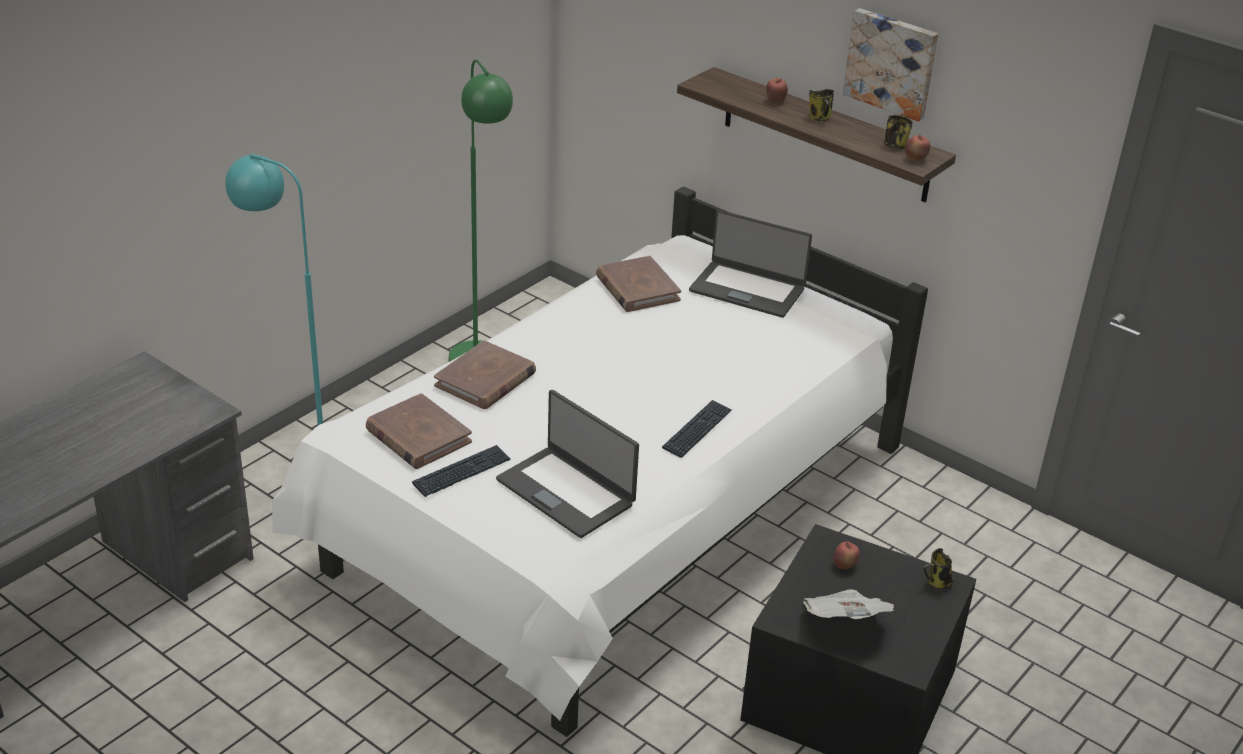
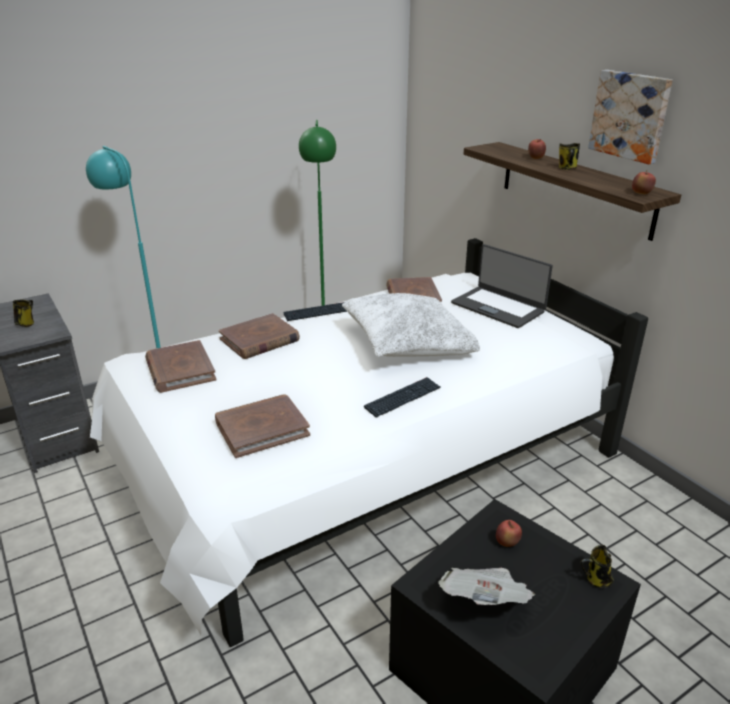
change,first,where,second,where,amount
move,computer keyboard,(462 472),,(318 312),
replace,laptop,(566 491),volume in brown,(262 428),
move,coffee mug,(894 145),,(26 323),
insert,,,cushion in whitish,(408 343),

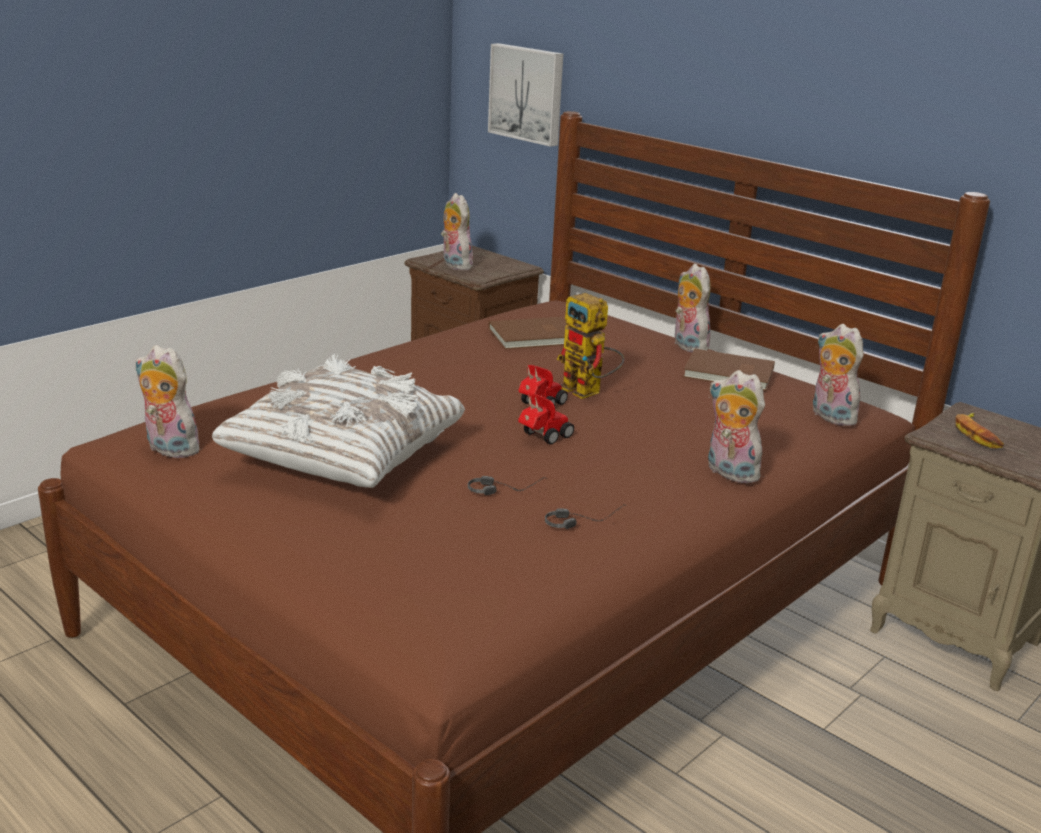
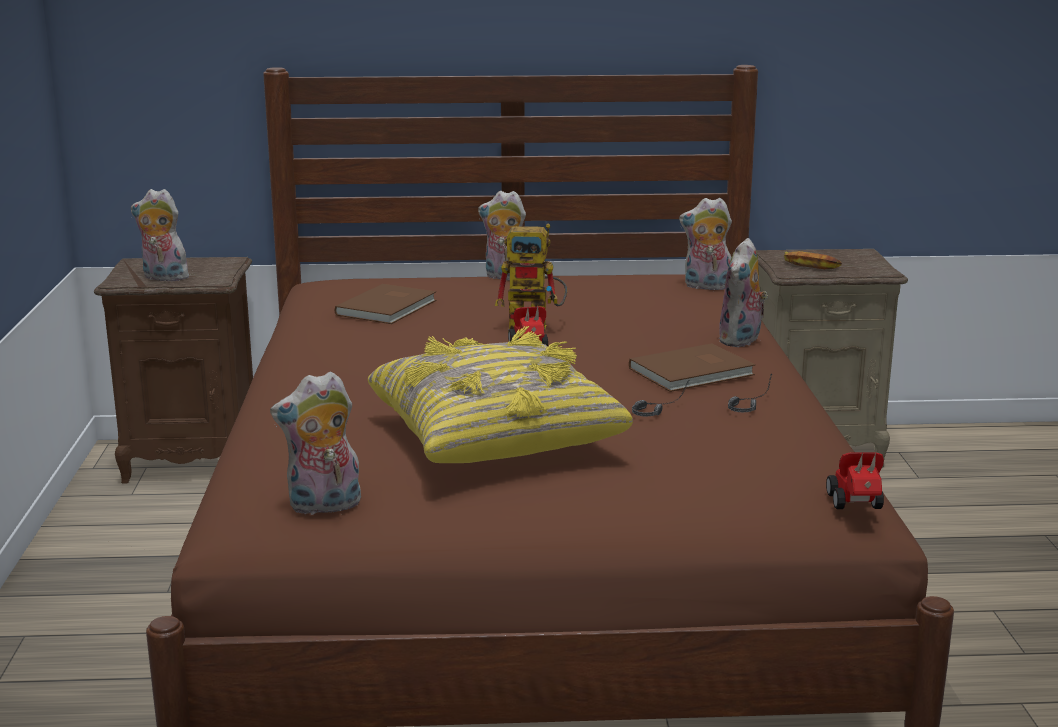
change,first,where,second,where,amount
recolor,cushion in whitish,(344 458),cushion in yellow-coloured,(494 441),
delete,picture,(527 93),,,
move,toy car,(542 437),,(856 506),
move,volume in brown,(729 374),,(694 372),
rotate,soft toy,(728 473),,(741 341),60 degrees counterclockwise

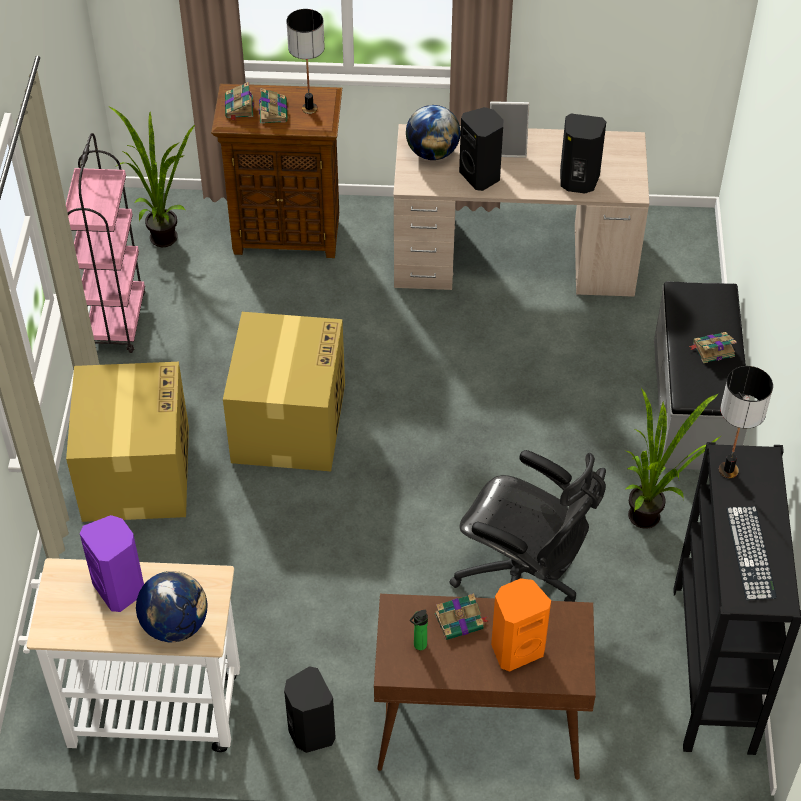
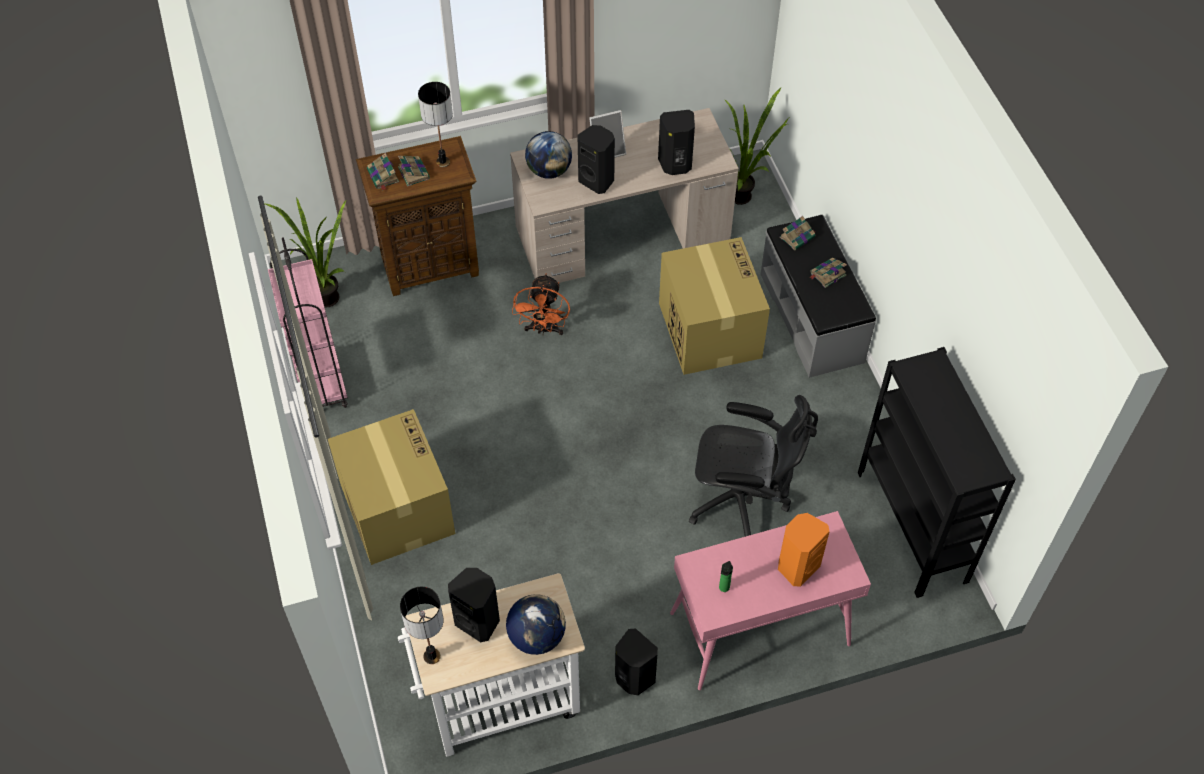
change,first,where,second,where,amount
recolor,audio speaker in purplish,(120 589),audio speaker in black-coloured,(478 621),
move,cardboard box,(288 421),,(709 329),
recolor,hall table in brown,(478 727),hall table in pink,(759 630),
move,volume,(460 621),,(798 237),
move,plant in a pot,(651 518),,(745 196),
move,lamp for a table,(727 470),,(431 656),
delete,computer keyboard,(750 552),,,
insert,,,cooling fan in orange-coloured,(544 329),

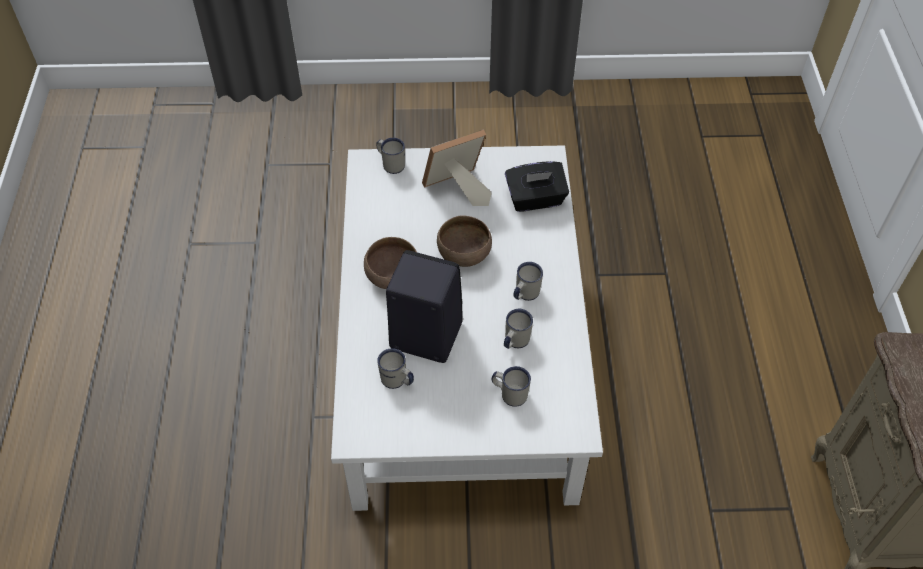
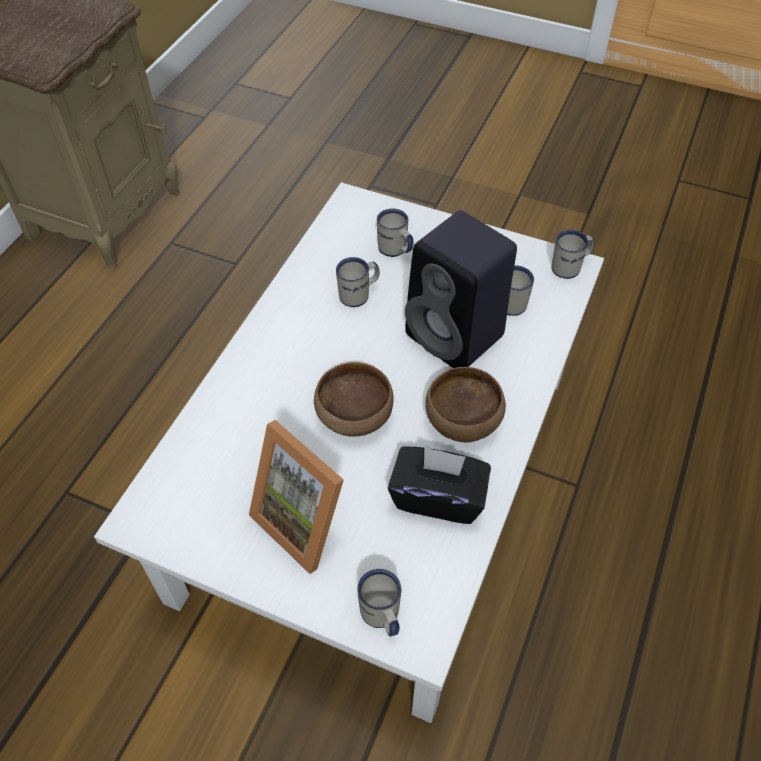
change,first,where,second,where,amount
rotate,photo frame,(456 190),,(307 520),45 degrees clockwise
move,tissue holder in black-coloured,(535 199),,(438 497),
move,coffee mug in whitish,(524 294),,(570 267),

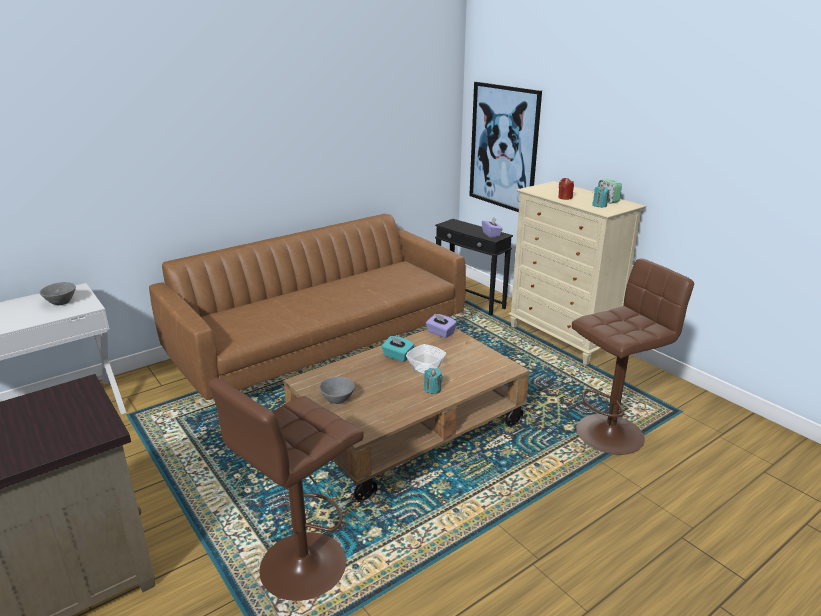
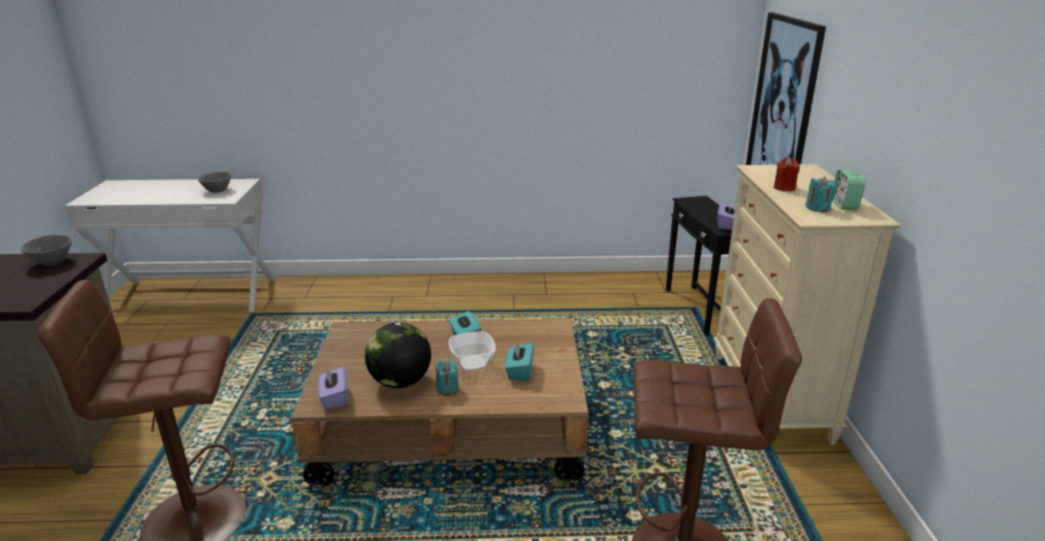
change,first,where,second,where,amount
delete,sofa in brown,(321 346),,,
move,serving bowl in greyish,(337 400),,(51 262),
move,tissue holder in purplish,(440 333),,(334 398),
insert,,,globe,(400 382),
insert,,,tissue holder in turquoise-coloured,(519 371),

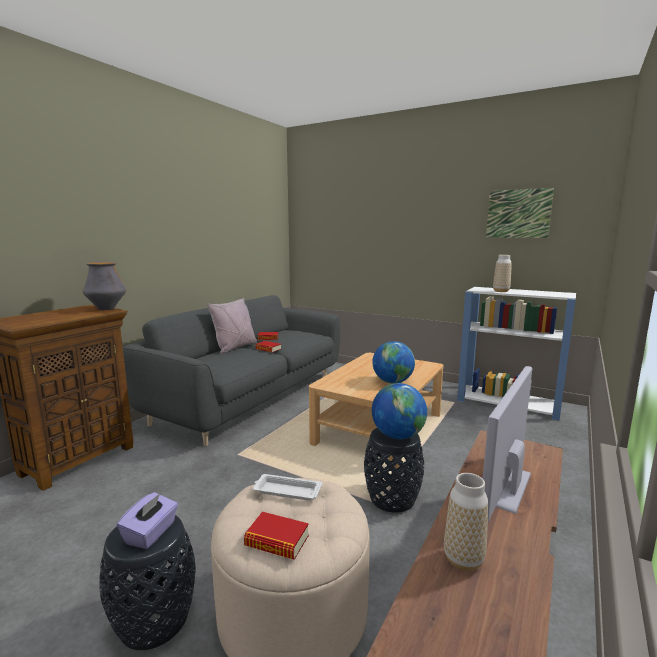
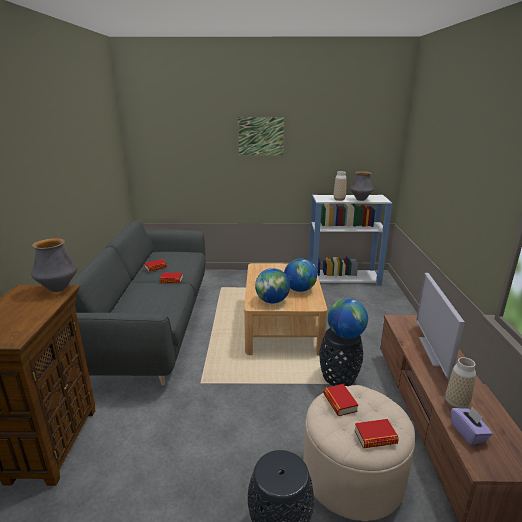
change,first,where,second,where,amount
move,tissue holder in purplish,(151 533),,(468 433),
delete,cushion in purplish,(235 347),,,
replace,serving tray in whitish,(286 491),volume,(340 402),
move,picture,(518 213),,(261 136),
insert,,,globe,(272 301),
insert,,,vase,(360 199),

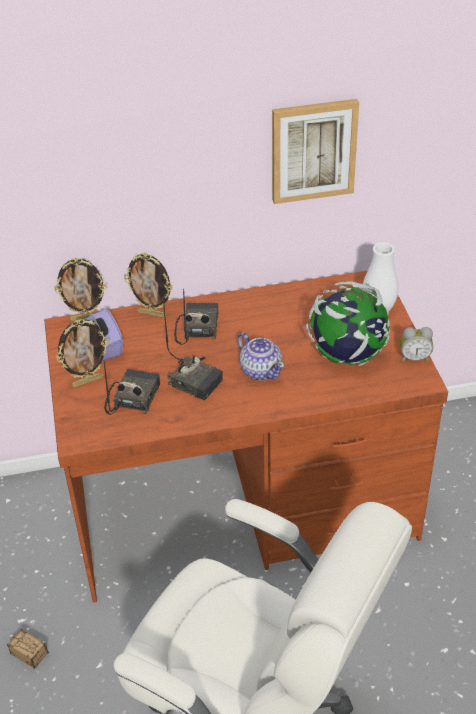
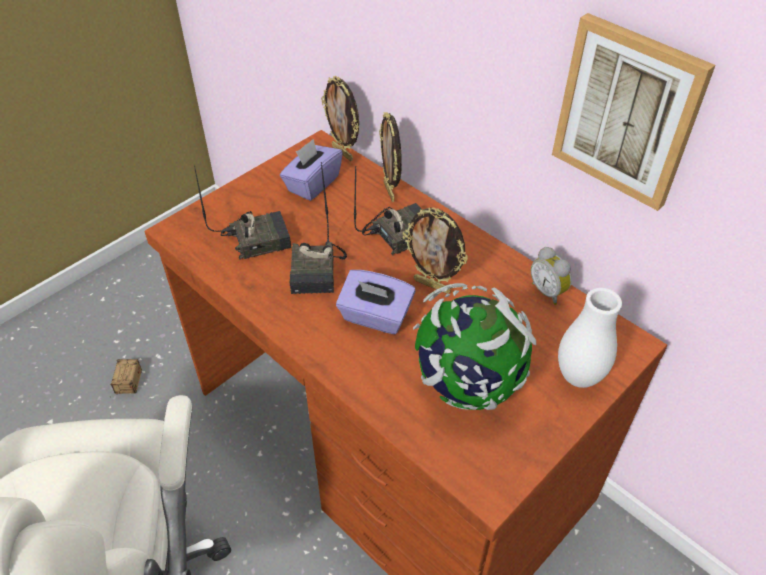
change,first,where,second,where,amount
move,photo frame,(88 381),,(432 285),
replace,teapot,(261 370),tissue holder in purplish,(375 317),
move,table clock,(414 358),,(548 291),

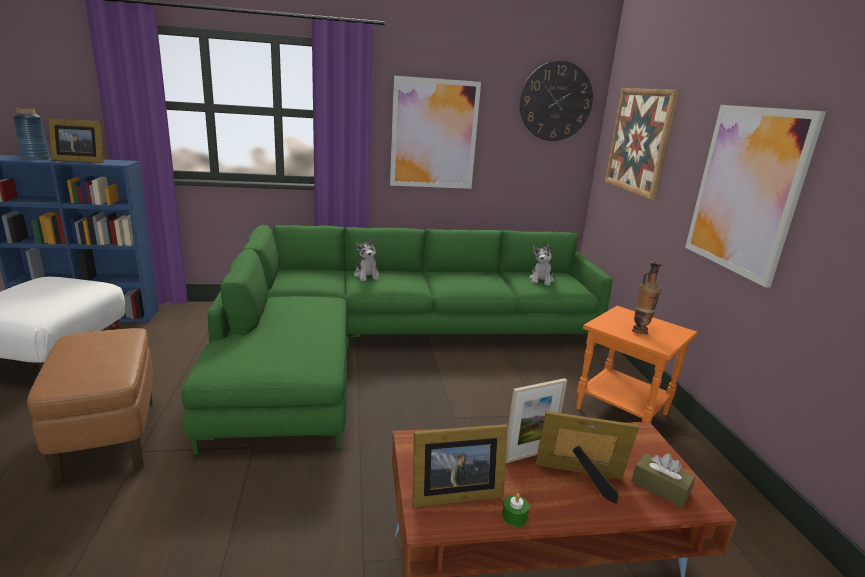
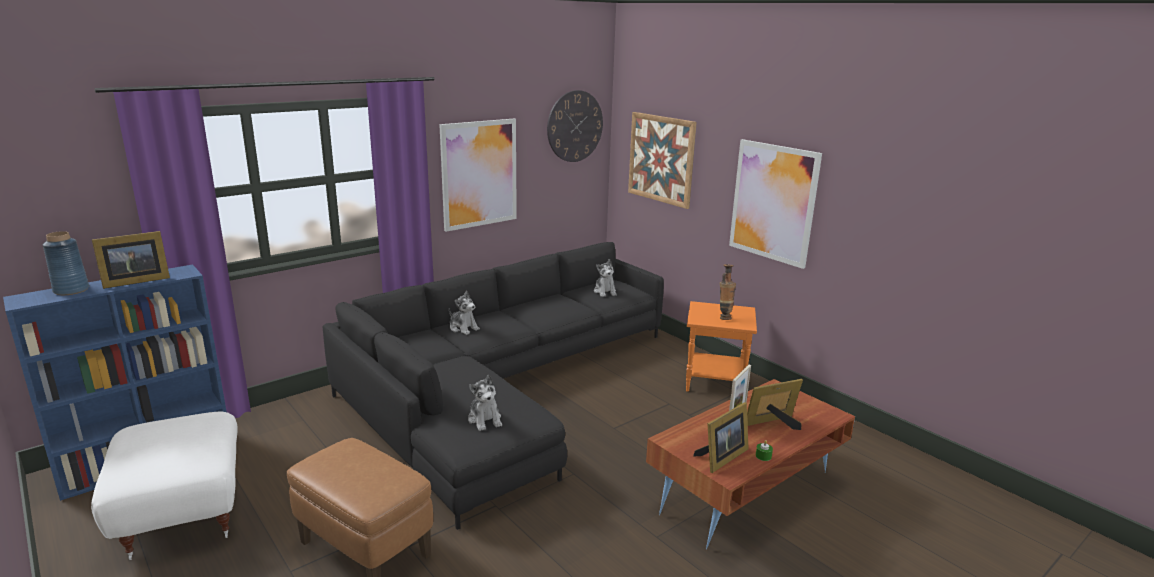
change,first,where,second,where,amount
recolor,sofa in green,(388 345),sofa in black-coloured,(500 388),
delete,tissue holder in brown,(660 488),,,
insert,,,soft toy,(485 419),

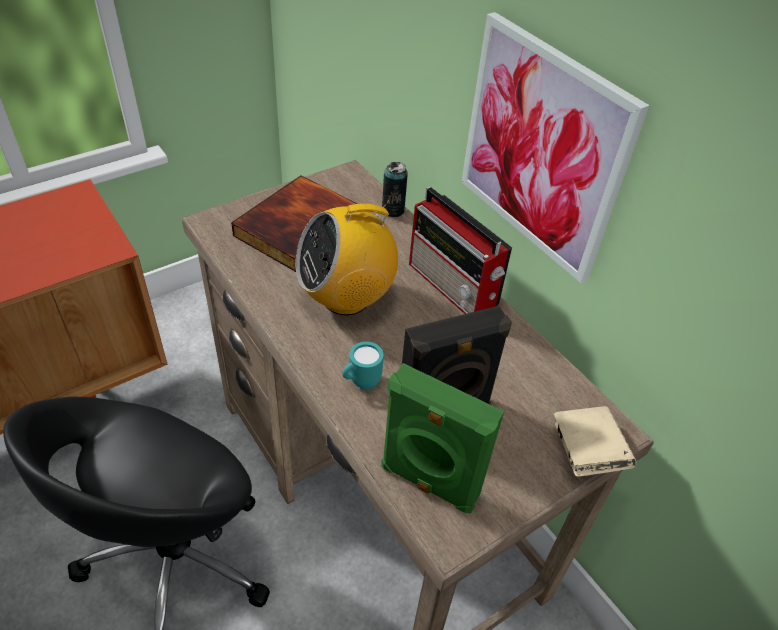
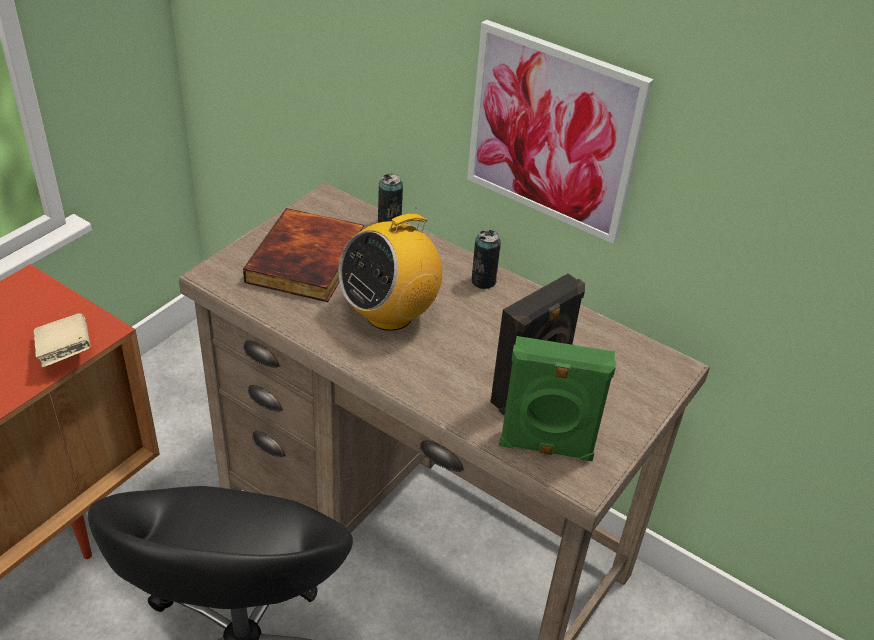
change,first,where,second,where,amount
delete,coffee mug in turquoise-coloured,(361 383),,,
replace,radio set,(454 287),can,(483 281),
move,volume in beige,(586 452),,(65 353),

